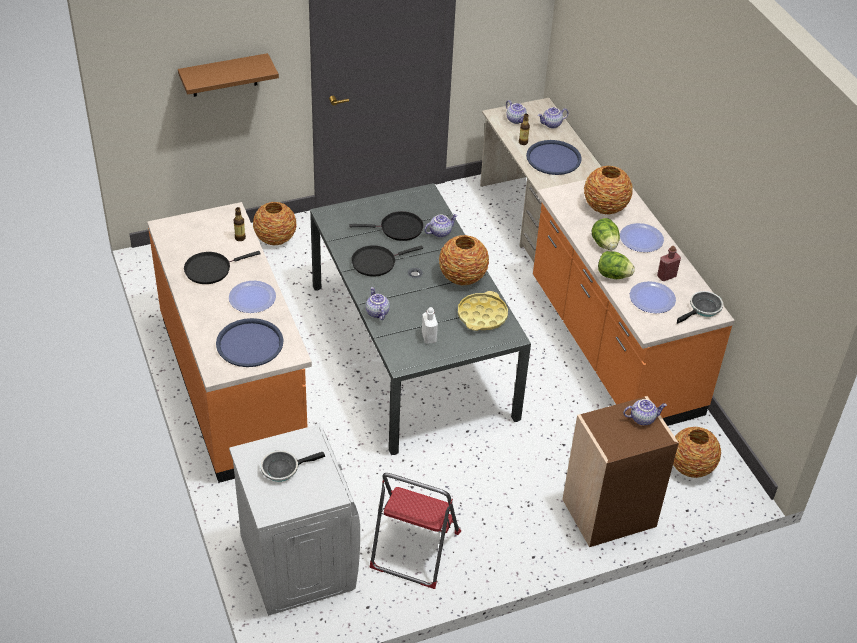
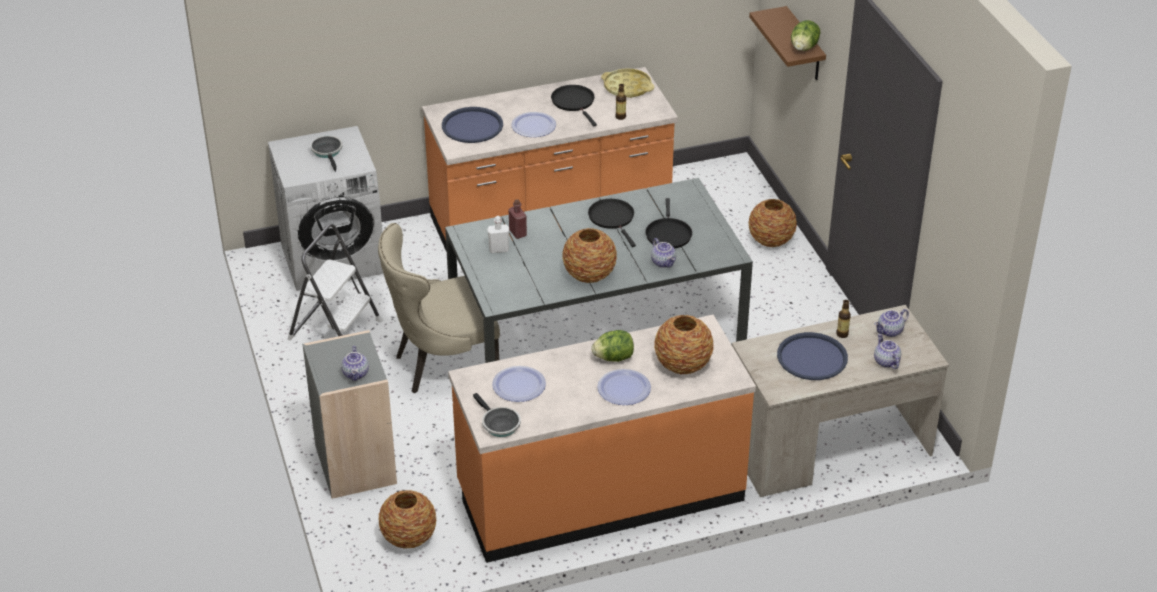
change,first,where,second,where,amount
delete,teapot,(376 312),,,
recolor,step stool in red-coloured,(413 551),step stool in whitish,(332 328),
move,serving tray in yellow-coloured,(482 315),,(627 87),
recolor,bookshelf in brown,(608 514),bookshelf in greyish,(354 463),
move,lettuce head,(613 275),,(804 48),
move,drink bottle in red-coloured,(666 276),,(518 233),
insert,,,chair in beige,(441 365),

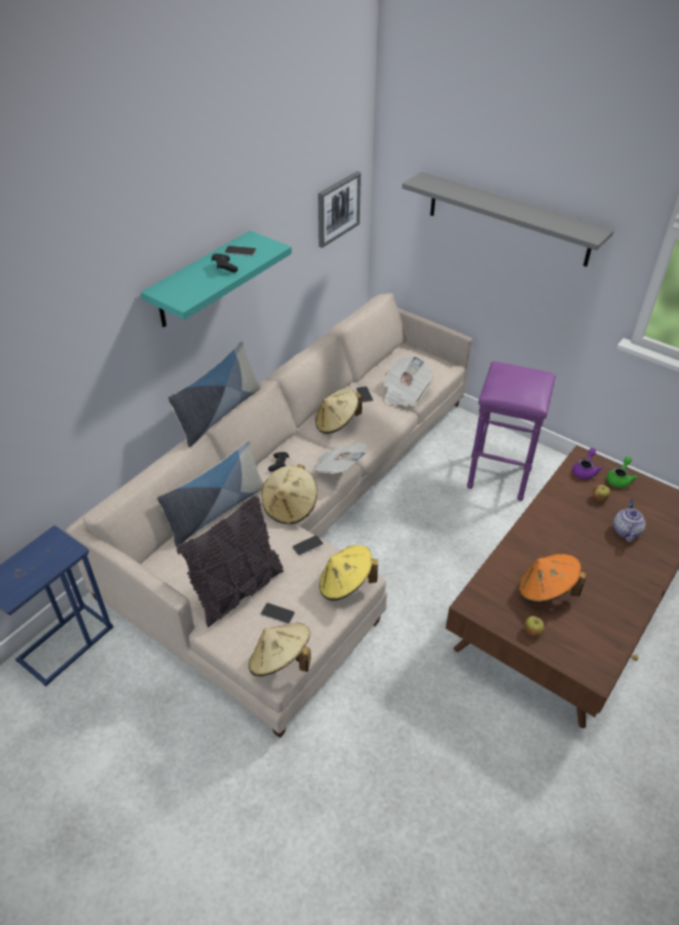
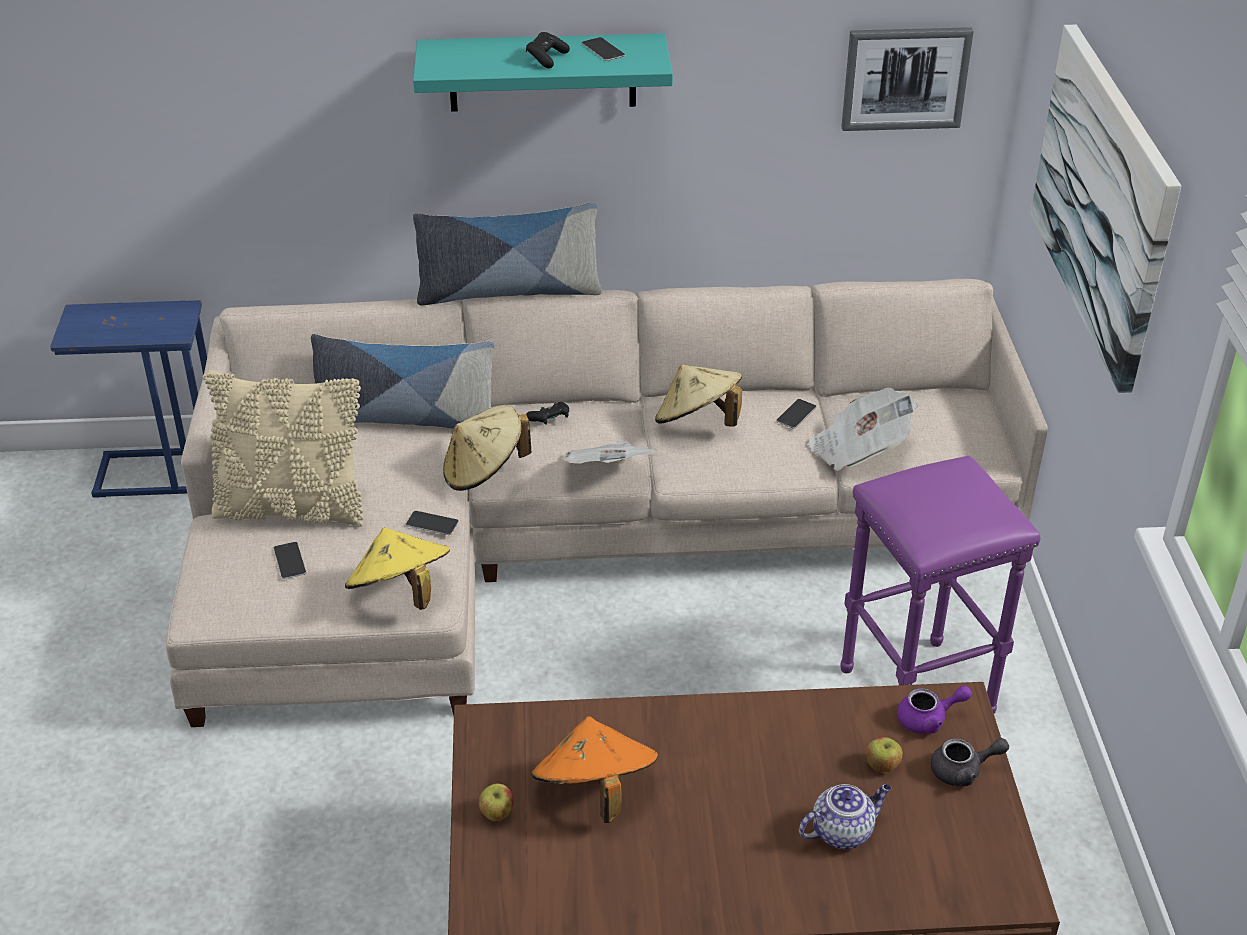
change,first,where,second,where,amount
recolor,cushion in black-coloured,(237 590),cushion in beige,(293 508),
delete,hat in beige,(280 661),,,
replace,bracket shelf in greyish,(508 219),picture,(1103 201),
recolor,teapot in green,(619 479),teapot in greyish,(963 771),

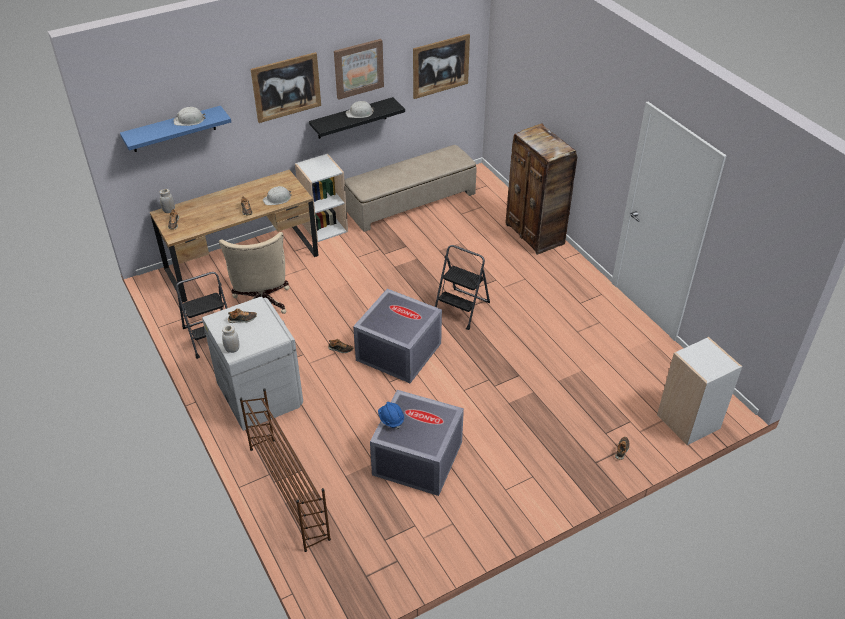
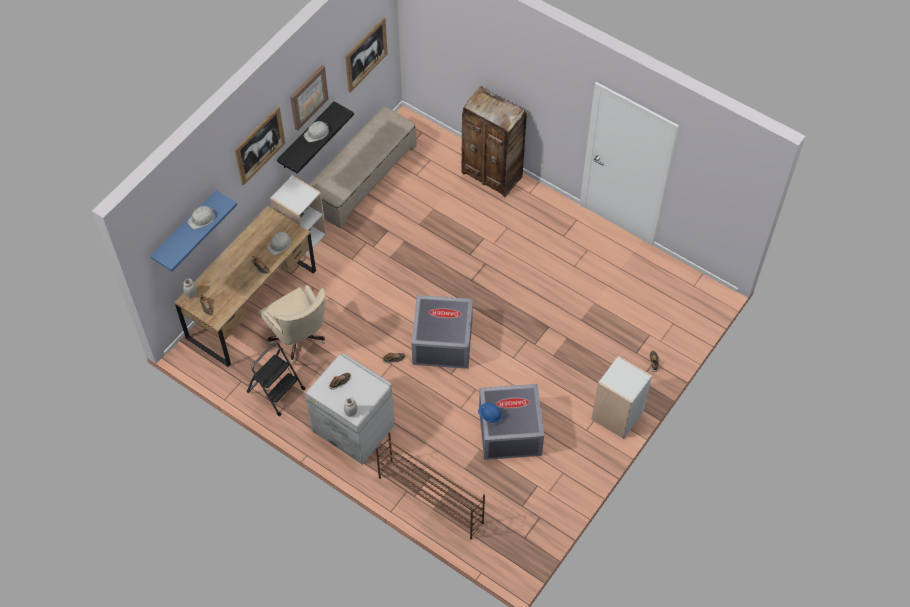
change,first,where,second,where,amount
delete,step stool in black-coloured,(462 307),,,
move,bookshelf,(688 421),,(617 416),

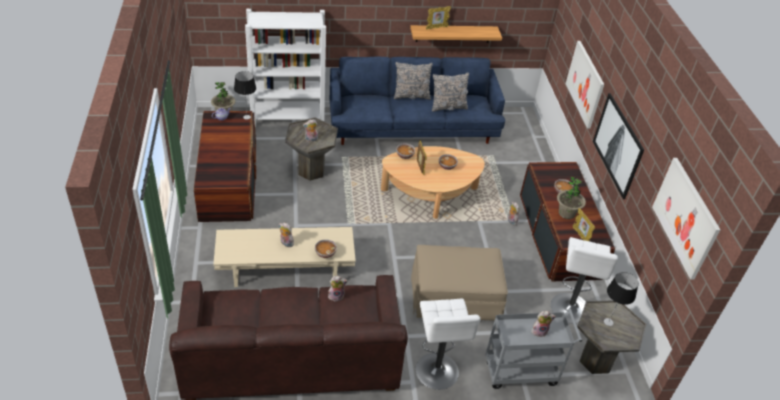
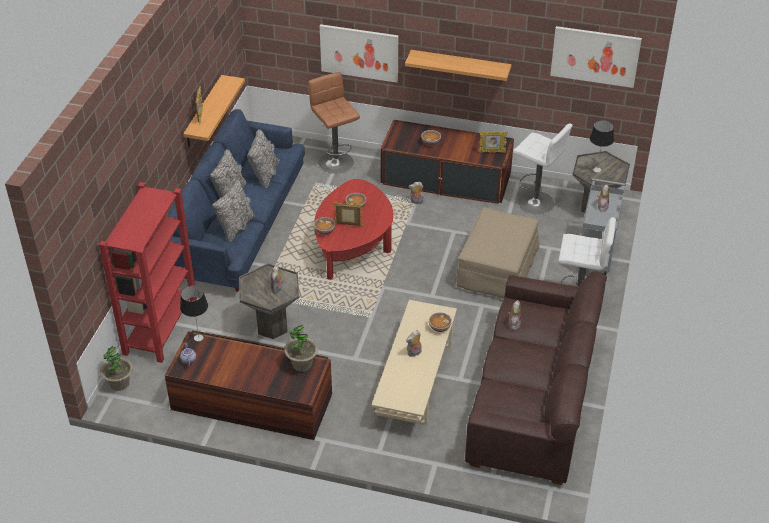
change,first,where,second,where,amount
recolor,bookshelf in whitish,(288 117),bookshelf in red-coloured,(160 326),
recolor,low table in beige,(430 194),low table in red-coloured,(353 245),
move,plant in a pot,(566 213),,(302 364),
replace,picture,(618 145),bracket shelf,(460 65),
insert,,,cushion in greyish,(236 228),
insert,,,sitting stool in brown,(336 162),

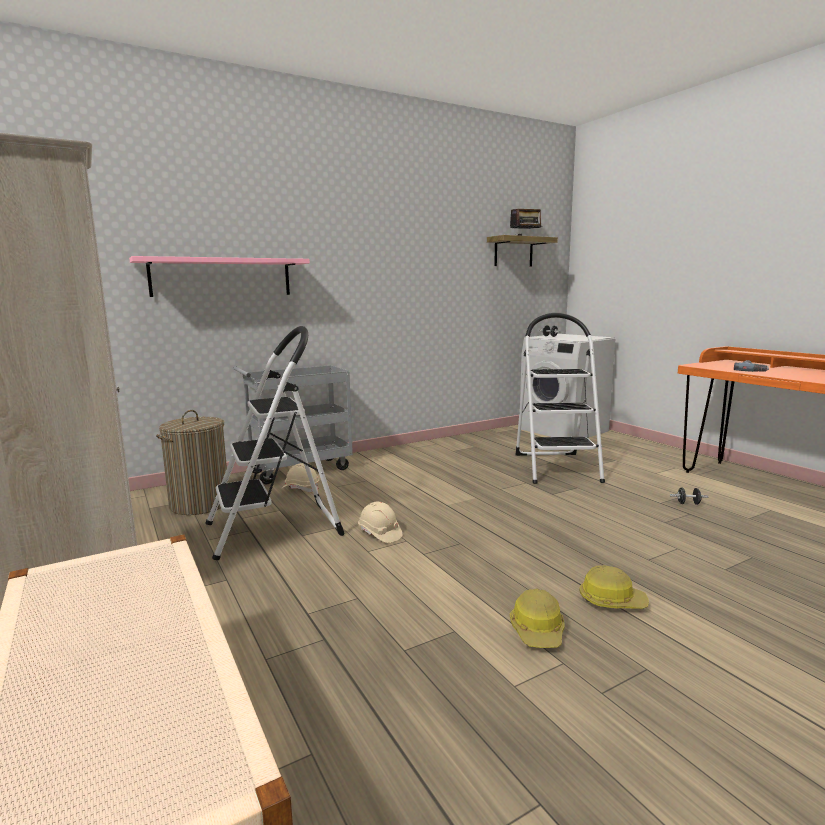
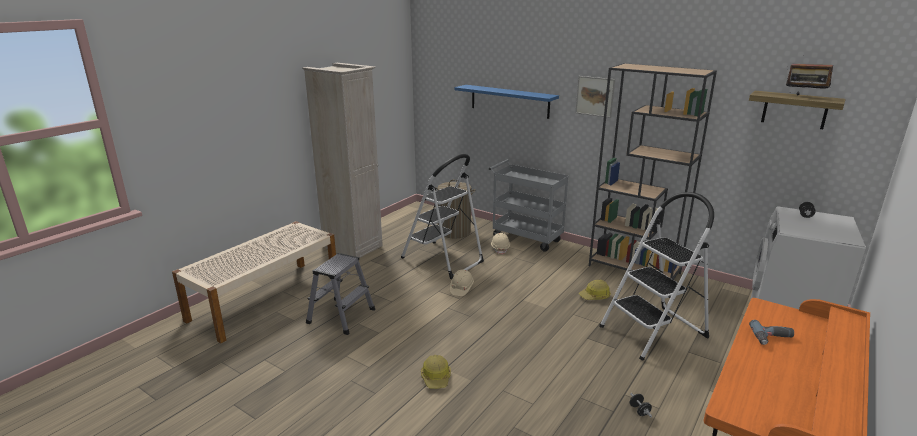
change,first,where,second,where,amount
recolor,bracket shelf in pink,(222 277),bracket shelf in blue-coloured,(509 101),
move,safety helmet,(538 631),,(595 296),
insert,,,step stool in greyish,(341 316),
insert,,,picture,(595 96),
insert,,,bookshelf,(634 269),

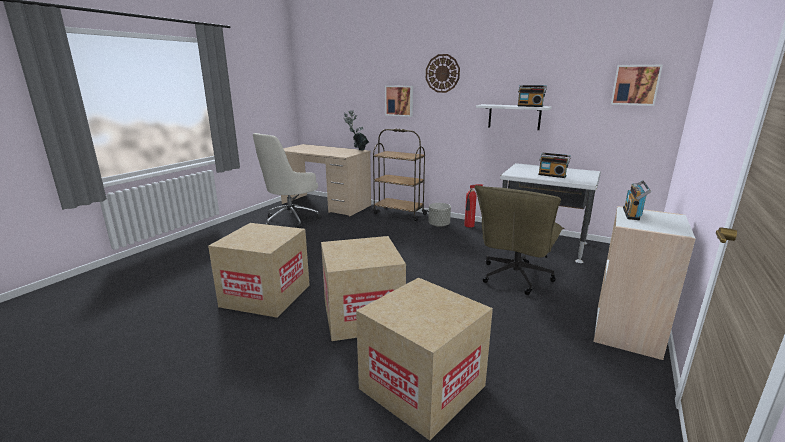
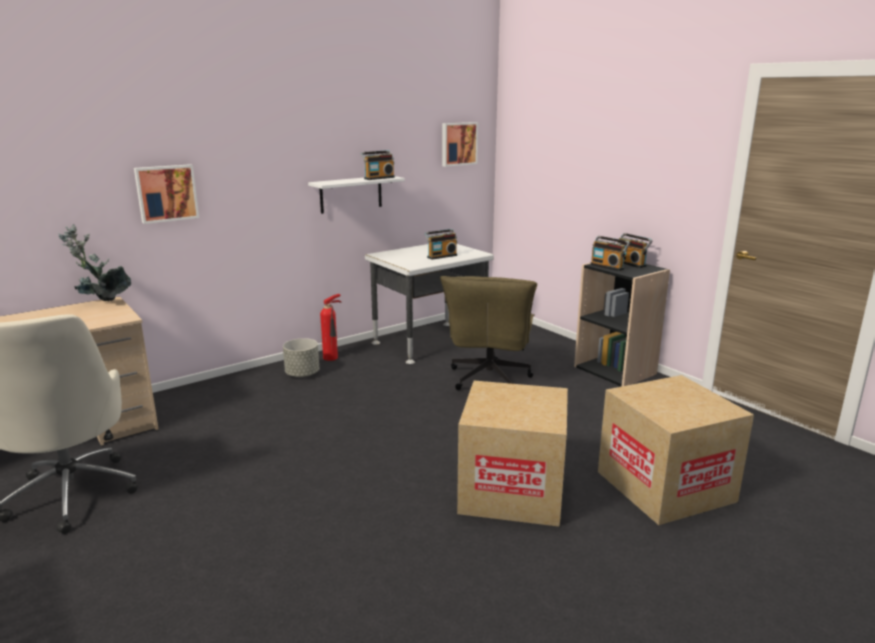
change,first,where,second,where,amount
delete,cardboard box,(266 295),,,
delete,wheeled cart in brown,(399 214),,,
delete,hanging clock,(442 73),,,
rotate,desk chair in beige,(515 276),,(489 378),45 degrees clockwise
recolor,bookshelf in whitish,(628 332),bookshelf in black-coloured,(616 370),
insert,,,radio set,(631 263),

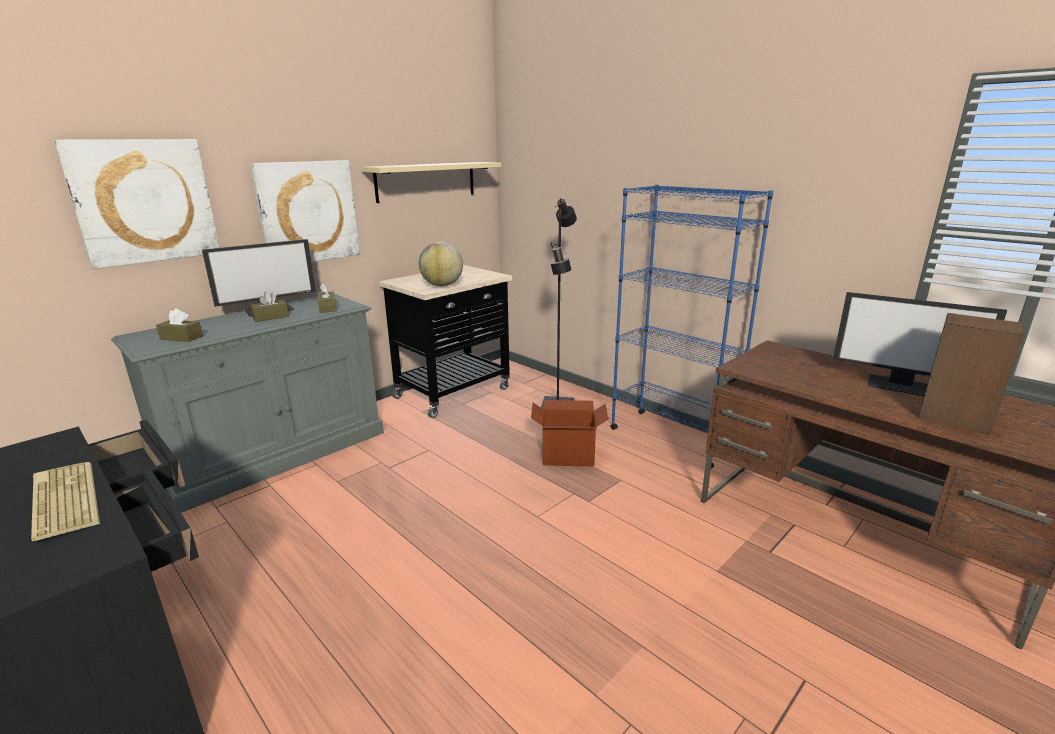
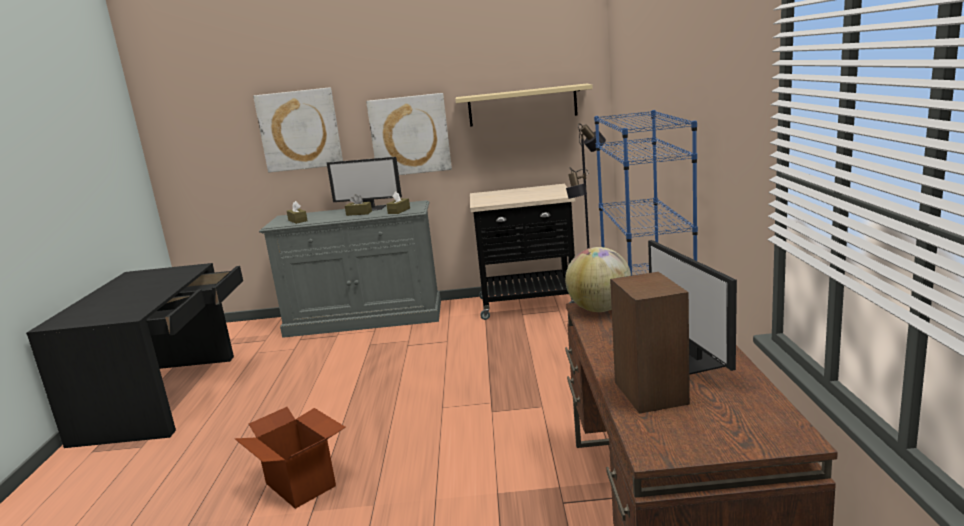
change,first,where,second,where,amount
delete,computer keyboard,(62 500),,,
move,globe,(442 285),,(599 309),
move,cardboard box,(568 455),,(301 484),

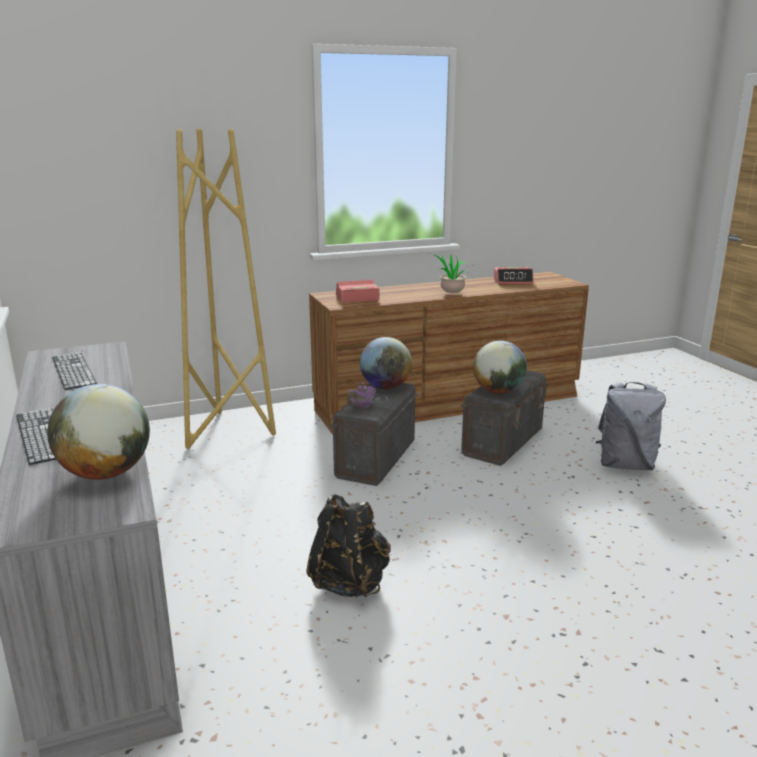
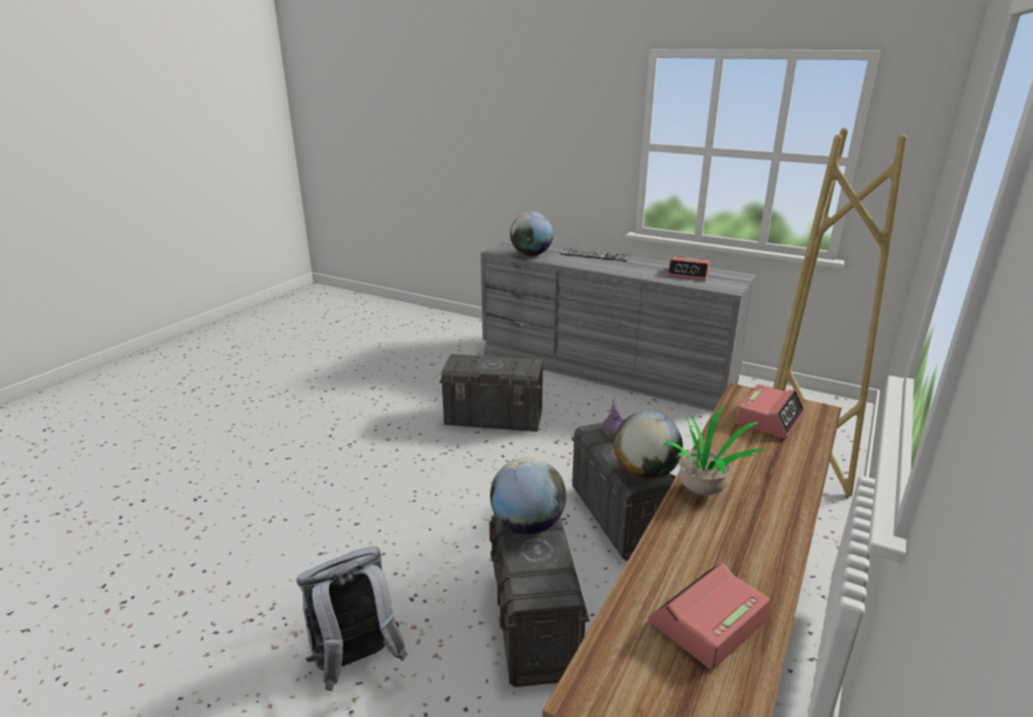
change,first,where,second,where,amount
replace,computer keyboard,(73 370),table clock,(688 274),
replace,backpack in black-coloured,(349 582),storage container in greyish,(494 418),

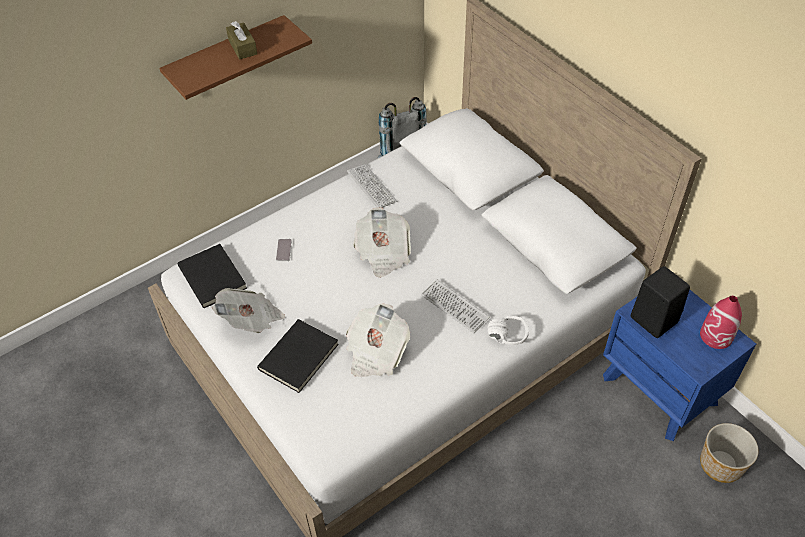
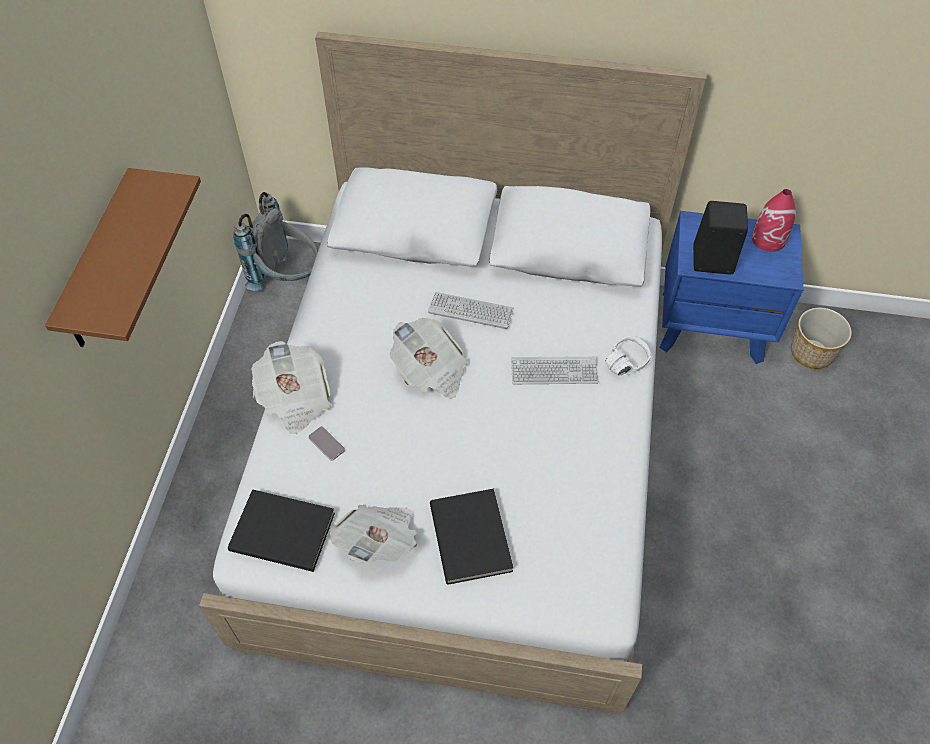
change,first,where,second,where,amount
delete,tissue holder in brown,(242 47),,,
move,printed paper,(375 352),,(294 399),
move,computer keyboard,(371 187),,(470 311),

